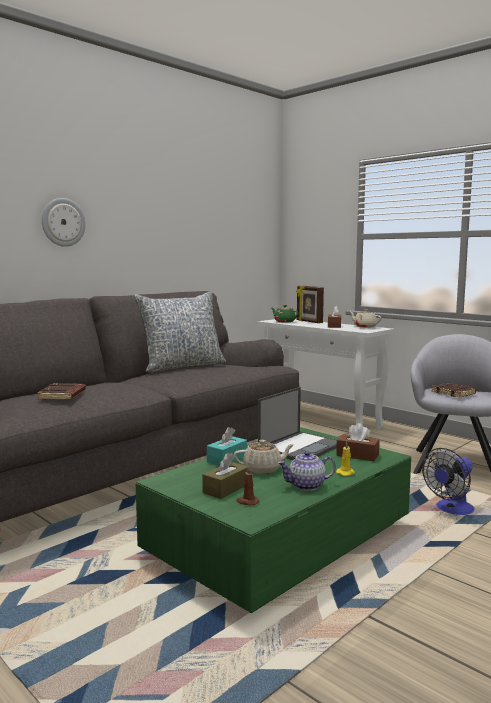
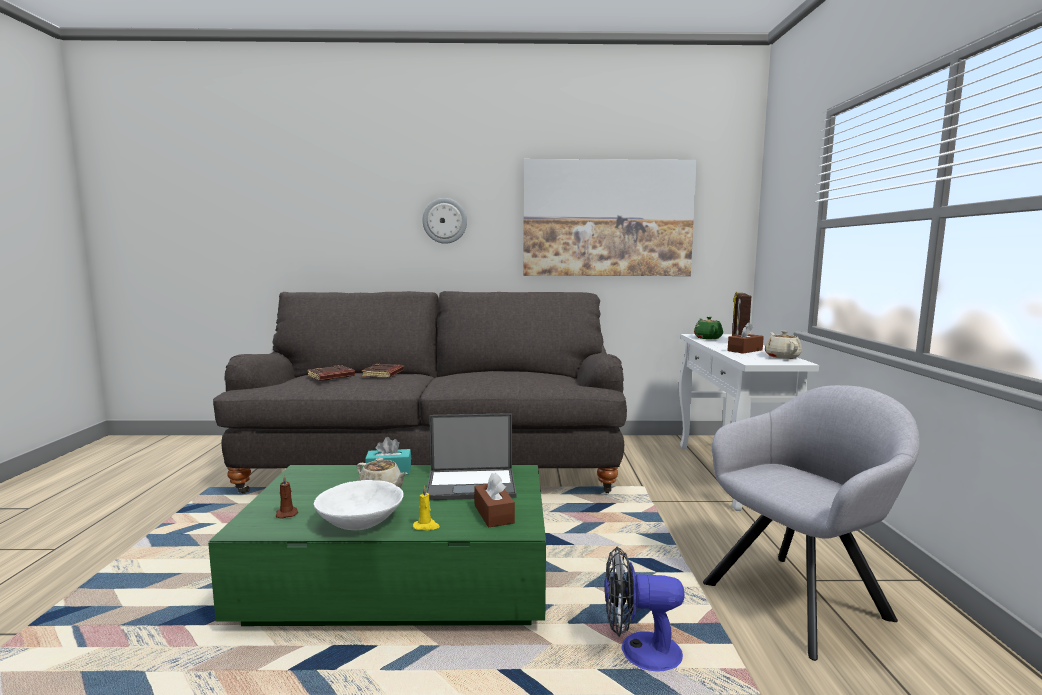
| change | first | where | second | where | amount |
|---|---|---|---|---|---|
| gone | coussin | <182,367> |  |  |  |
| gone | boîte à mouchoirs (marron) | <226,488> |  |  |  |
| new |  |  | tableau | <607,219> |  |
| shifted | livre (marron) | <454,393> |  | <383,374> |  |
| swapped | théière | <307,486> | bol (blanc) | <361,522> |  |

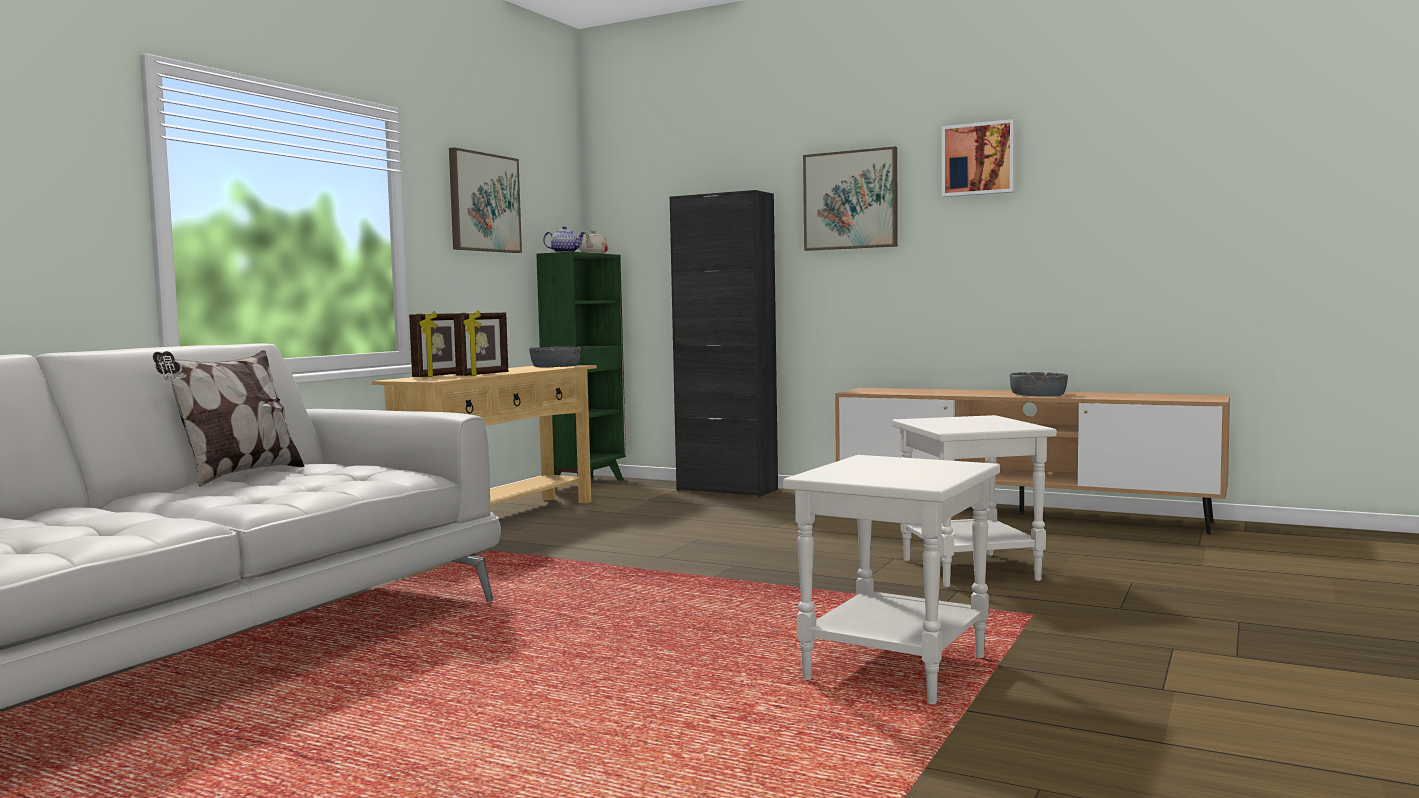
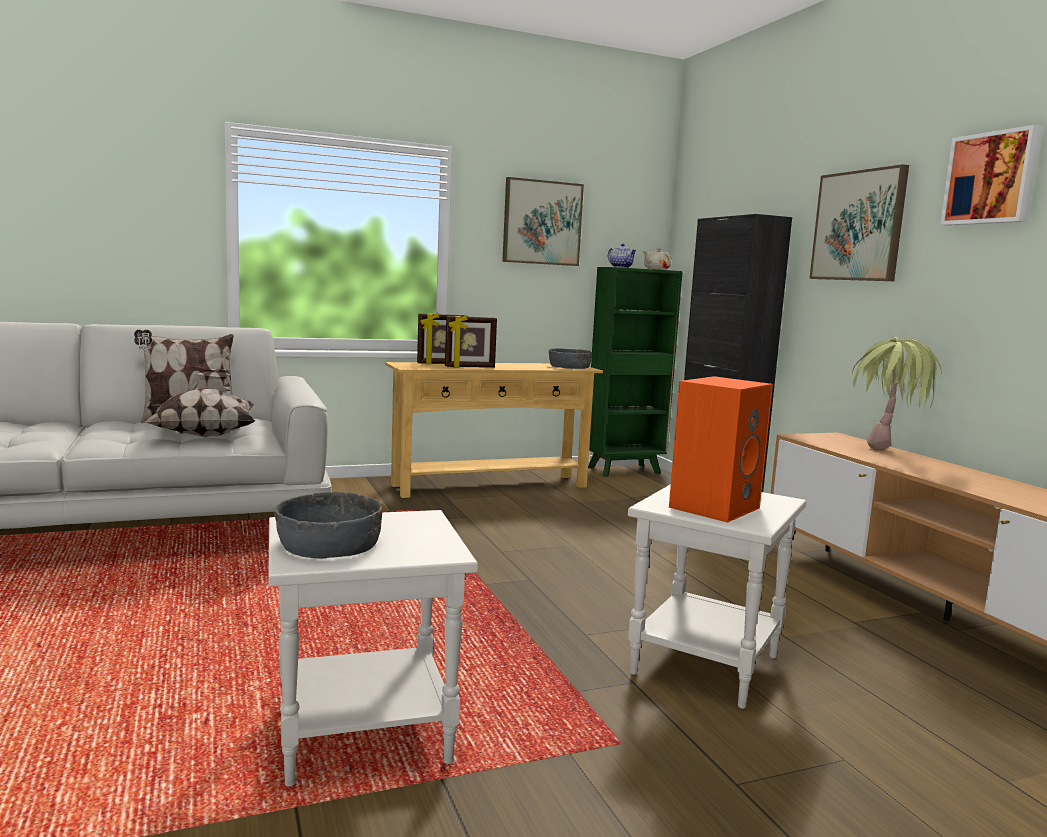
| change | first | where | second | where | amount |
|---|---|---|---|---|---|
| new |  |  | coussin | <202,435> |  |
| new |  |  | enceinte (orange) | <713,507> |  |
| new |  |  | plante en pot | <884,454> |  |
| shifted | bol (gris) | <1038,394> |  | <327,543> |  |

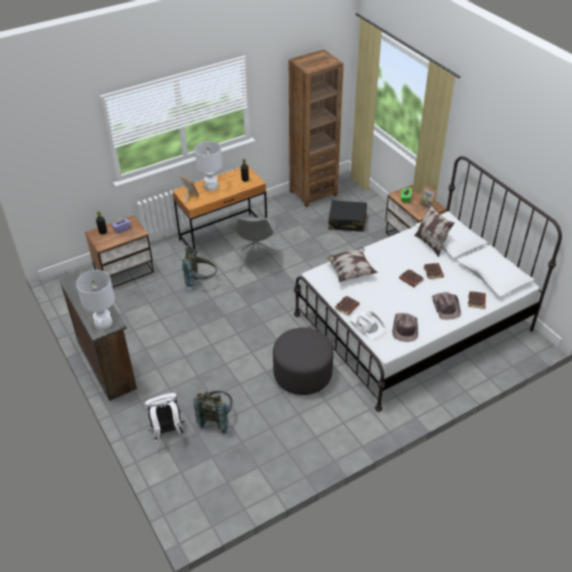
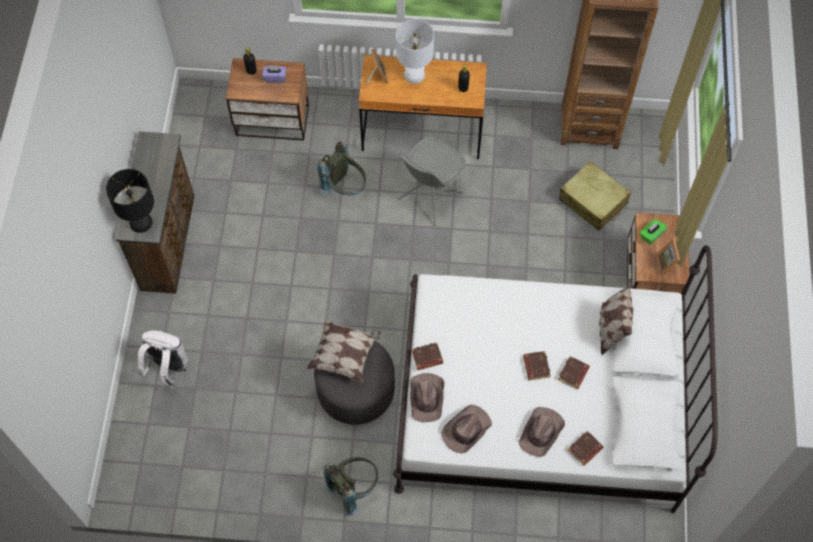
| change | first | where | second | where | amount |
|---|---|---|---|---|---|
| shifted | sac à dos (gris) | <217,418> |  | <354,487> |  |
| shifted | coussin | <350,271> |  | <344,355> |  |
| repainted | lampe de table (blanc) | <104,322> | lampe de table (noir) | <141,223> |  |
| repainted | valise (noir) | <347,222> | valise (beige) | <593,201> |  |
| repainted | chapeau (blanc) | <367,325> | chapeau (marron) | <427,397> |  |

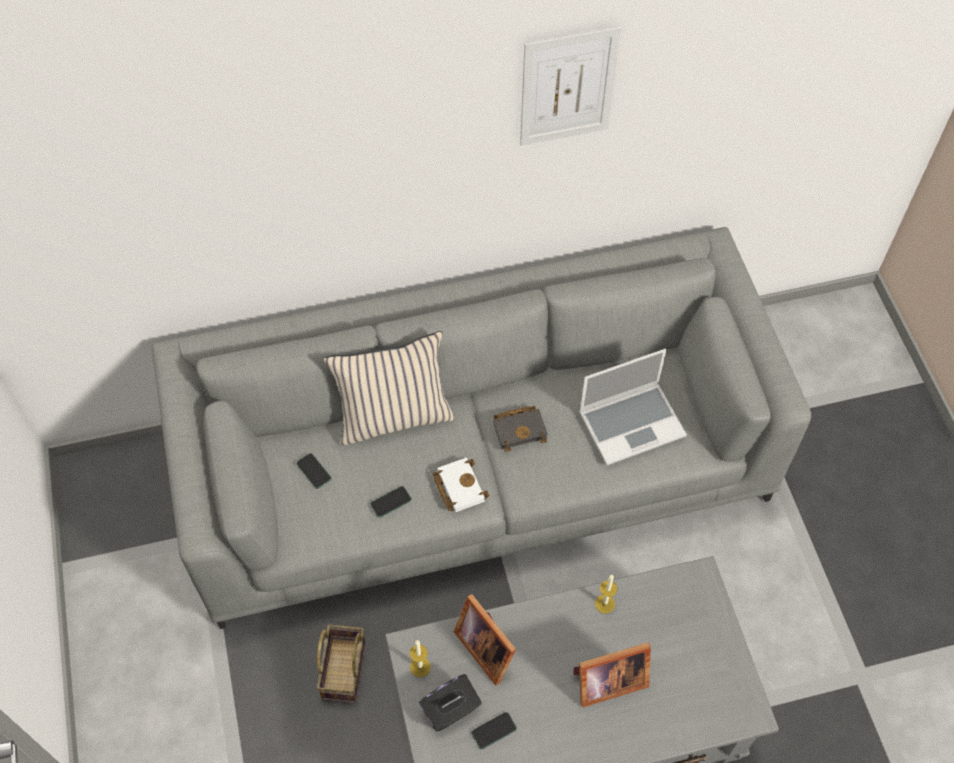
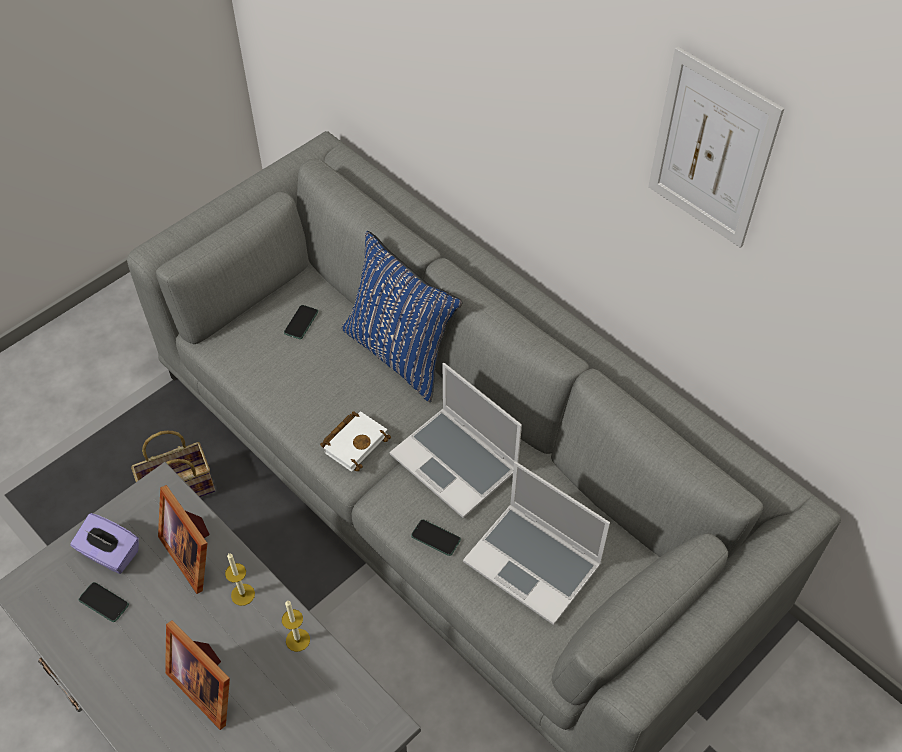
| change | first | where | second | where | amount |
|---|---|---|---|---|---|
| shifted | téléphone | <391,502> |  | <435,538> |  |
| shifted | bougie | <420,667> |  | <243,594> |  |
| swapped | livre (noir) | <520,429> | ordinateur portable | <456,463> |  |
| repainted | coussin (beige) | <393,416> | coussin (bleu) | <400,353> |  |
| repainted | boîte à mouchoirs (noir) | <451,709> | boîte à mouchoirs (violet) | <110,554> |  |
| rotated | cadre photo | <486,646> |  | <193,552> | 60 degrees counterclockwise |

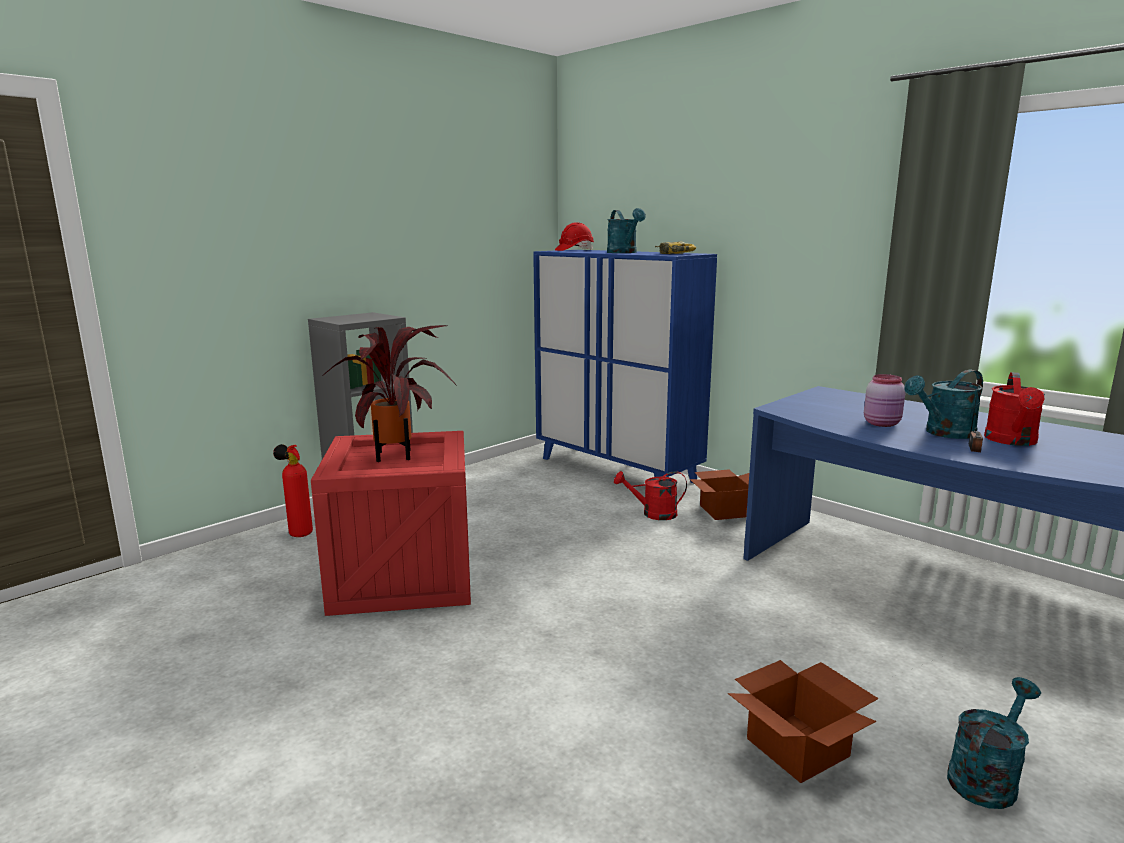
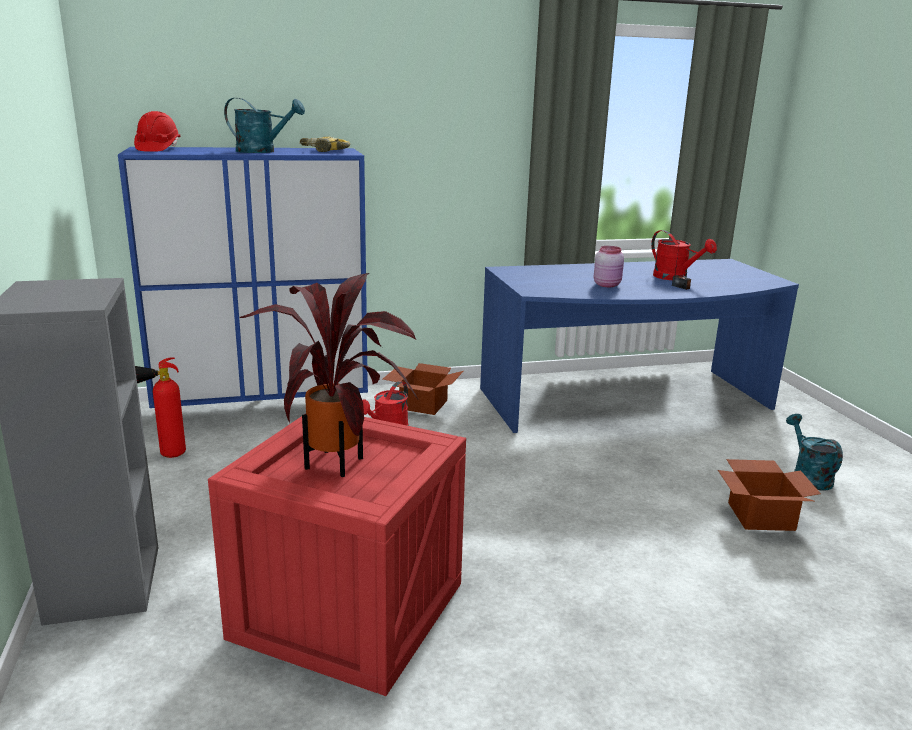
| change | first | where | second | where | amount |
|---|---|---|---|---|---|
| gone | arrosoir (turquoise) | <944,433> |  |  |  |
| shifted | extincteur | <298,533> |  | <167,455> |  |

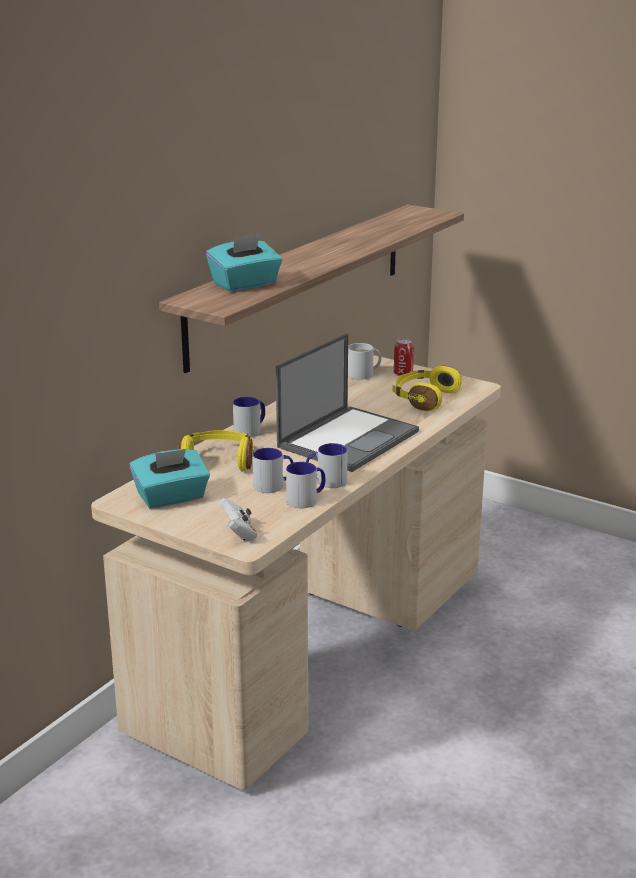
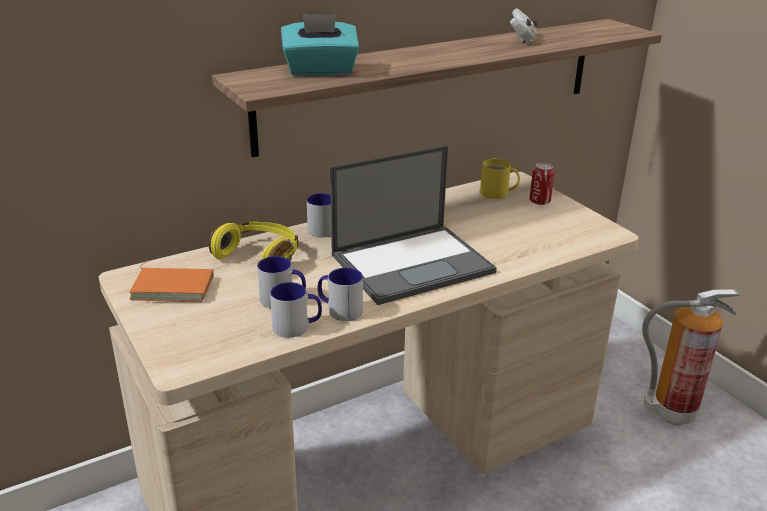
| change | first | where | second | where | amount |
|---|---|---|---|---|---|
| gone | casque audio (jaune) | <424,398> |  |  |  |
| new |  |  | extincteur | <671,413> |  |
| shifted | manette (blanc) | <239,534> |  | <522,39> |  |
| swapped | boîte à mouchoirs (turquoise) | <171,498> | livre (orange) | <174,287> |  |
| repainted | mug (blanc) | <363,374> | mug (jaune) | <496,193> |  |

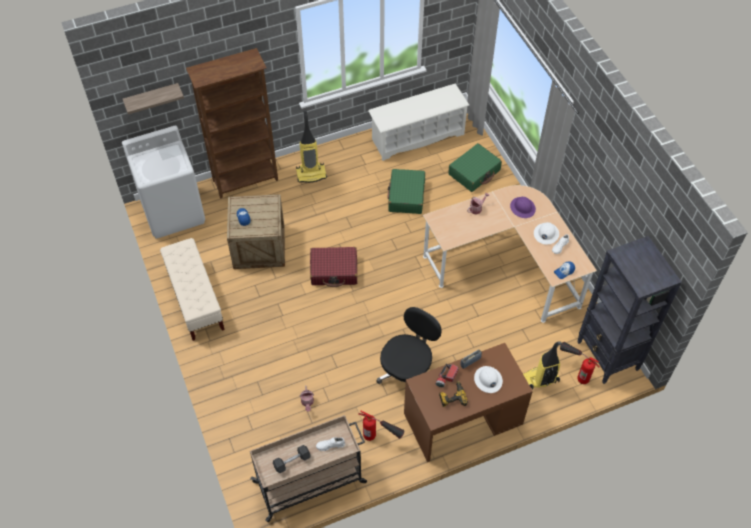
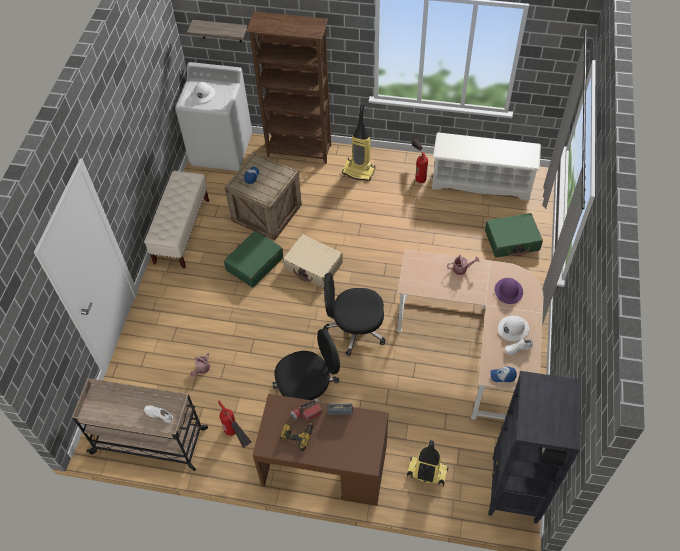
| change | first | where | second | where | amount |
|---|---|---|---|---|---|
| gone | haltère (gris) | <292,461> |  |  |  |
| new |  |  | chaise de bureau (noir) | <355,329> |  |
| shifted | valise (vert) | <406,196> |  | <254,264> |  |
| shifted | casque de chantier (blanc) | <488,380> |  | <203,94> |  |
| shifted | extincteur | <574,371> |  | <418,171> |  |
| repainted | valise (rouge) | <334,271> | valise (beige) | <313,266> |  |

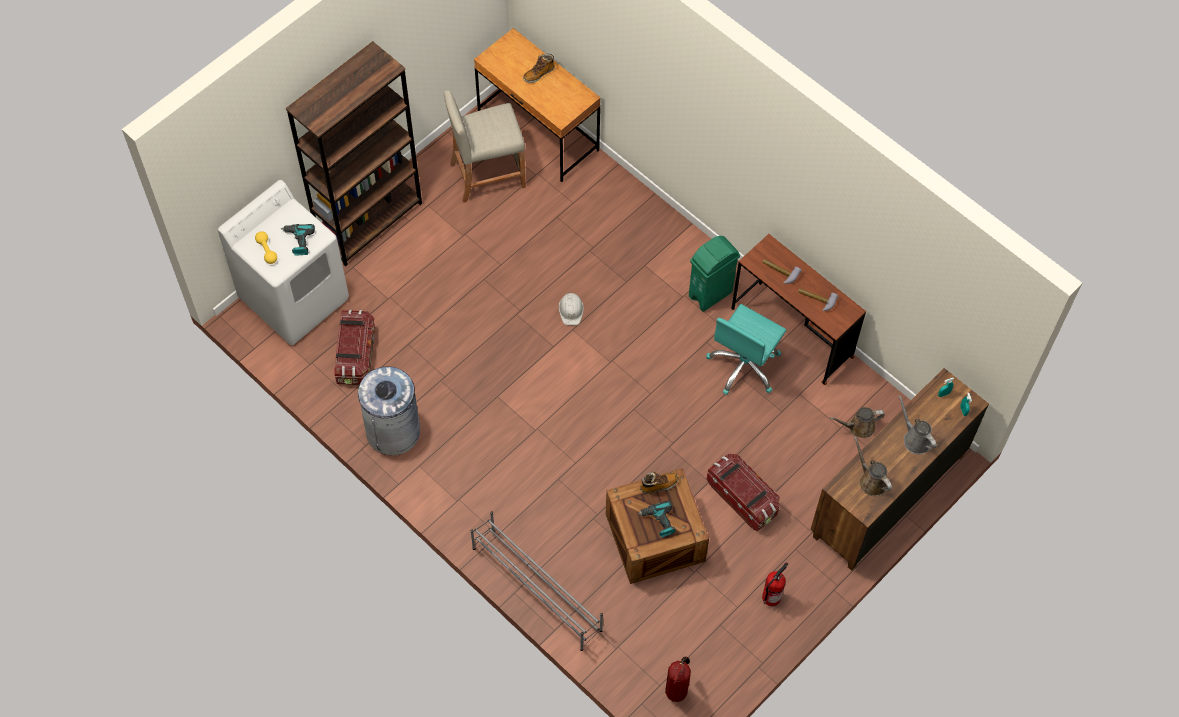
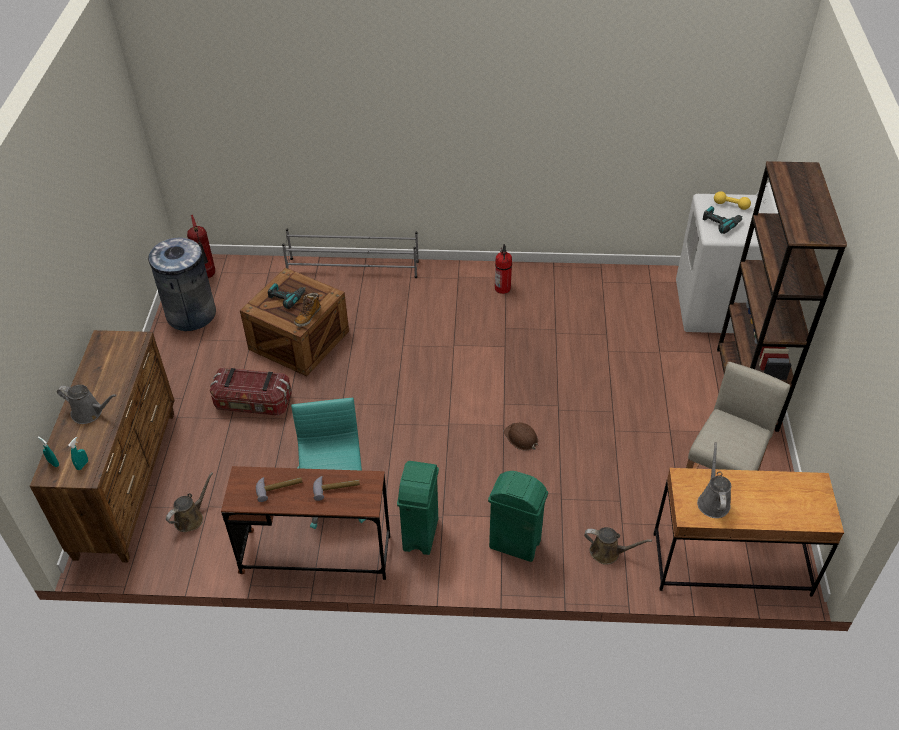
| change | first | where | second | where | amount |
|---|---|---|---|---|---|
| gone | boîte de rangement | <356,355> |  |  |  |
| gone | botte | <539,73> |  |  |  |
| new |  |  | poubelle (vert) | <515,545> |  |
| new |  |  | arrosoir (gris) | <713,501> |  |
| shifted | poubelle (gris) | <393,431> |  | <191,314> |  |
| shifted | extincteur | <771,596> |  | <503,288> |  |
| shifted | arrosoir (marron) | <871,480> |  | <608,552> |  |
| repainted | casque de chantier (blanc) | <571,310> | casque de chantier (marron) | <521,438> |  |

